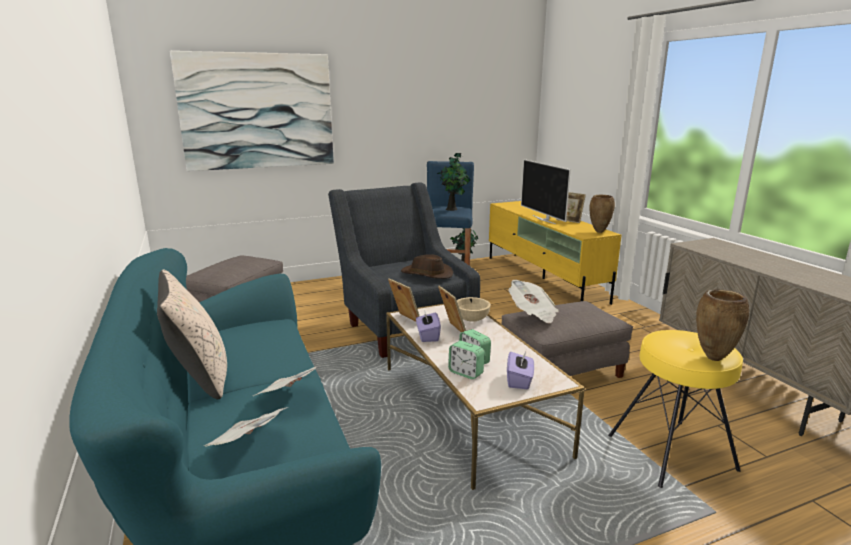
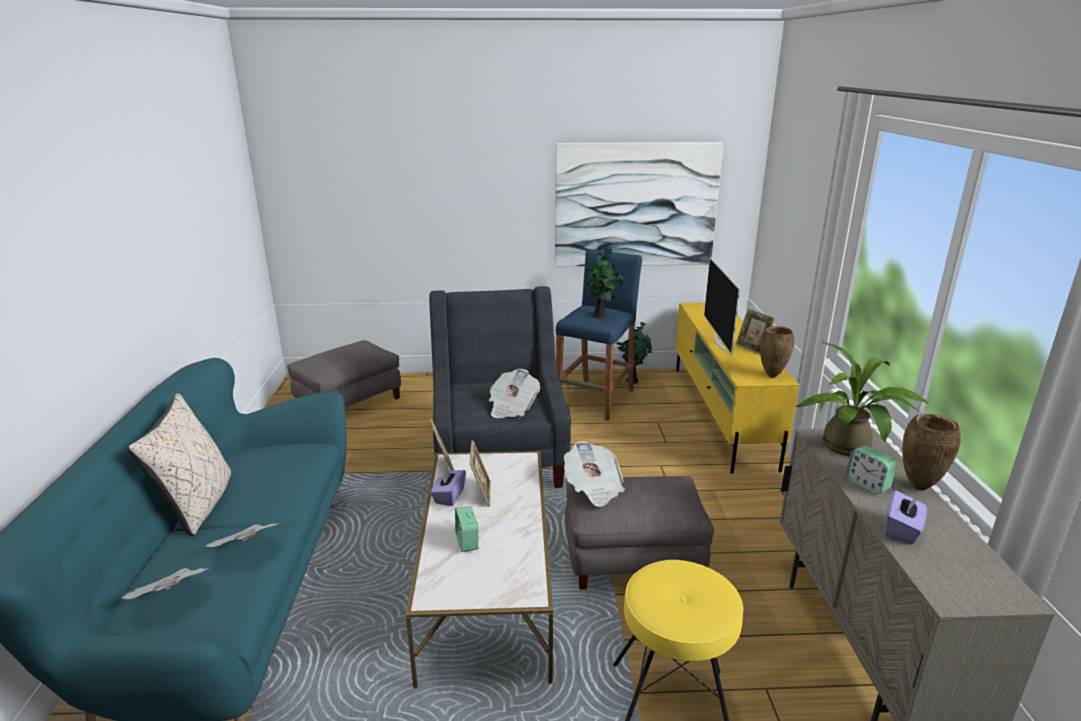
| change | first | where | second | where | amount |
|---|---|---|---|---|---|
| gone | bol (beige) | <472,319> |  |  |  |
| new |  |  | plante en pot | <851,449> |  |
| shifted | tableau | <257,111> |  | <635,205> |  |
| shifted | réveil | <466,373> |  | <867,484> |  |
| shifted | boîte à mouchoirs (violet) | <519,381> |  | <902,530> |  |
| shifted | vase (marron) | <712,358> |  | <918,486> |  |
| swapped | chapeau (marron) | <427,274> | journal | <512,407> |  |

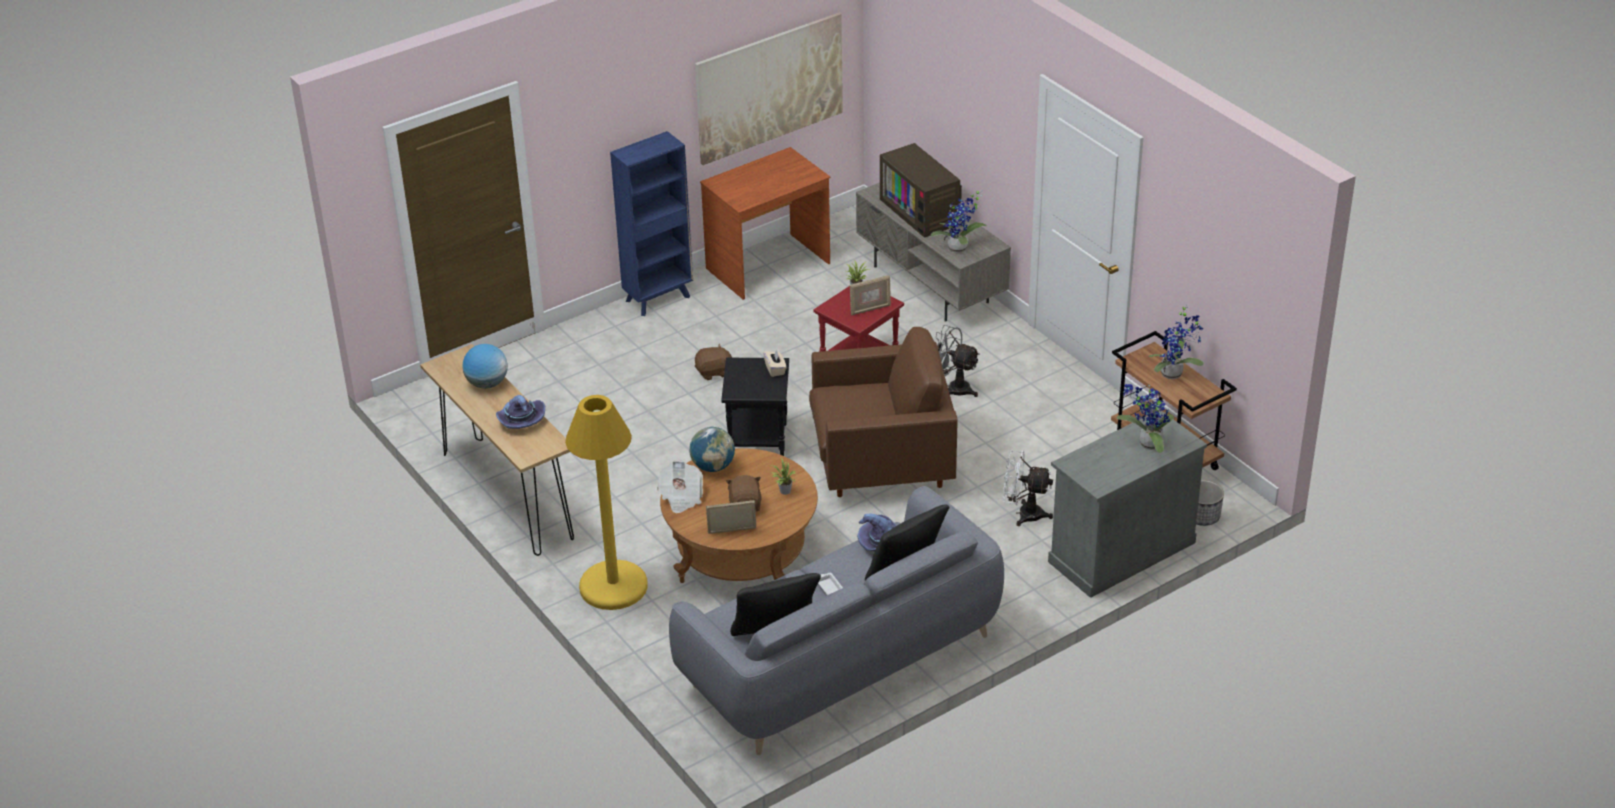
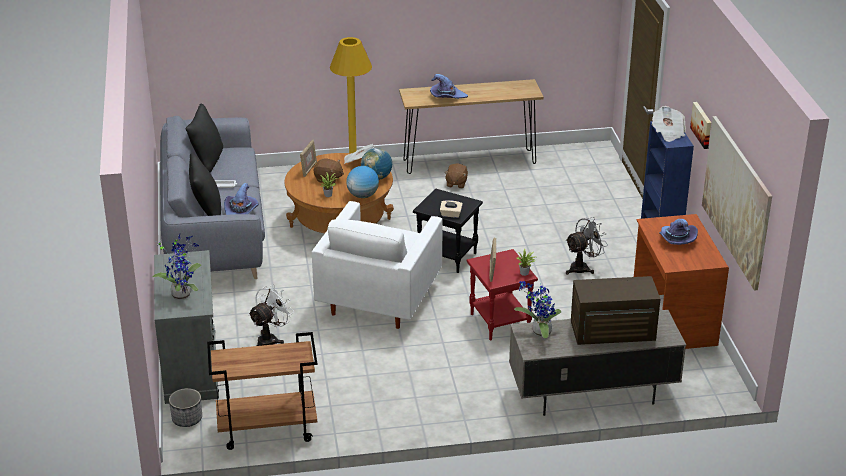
| change | first | where | second | where | amount |
|---|---|---|---|---|---|
| gone | plante en pot | <1174,374> |  |  |  |
| new |  |  | journal | <668,133> |  |
| new |  |  | chapeau (violet) | <676,240> |  |
| new |  |  | tableau | <702,125> |  |
| shifted | globe | <487,383> |  | <363,196> |  |
| shifted | peluche (marron) | <714,372> |  | <456,183> |  |
| shifted | ventilateur (gris) | <953,388> |  | <583,267> |  |
| repainted | fauteuil (marron) | <881,464> | fauteuil (blanc) | <379,298> |  |

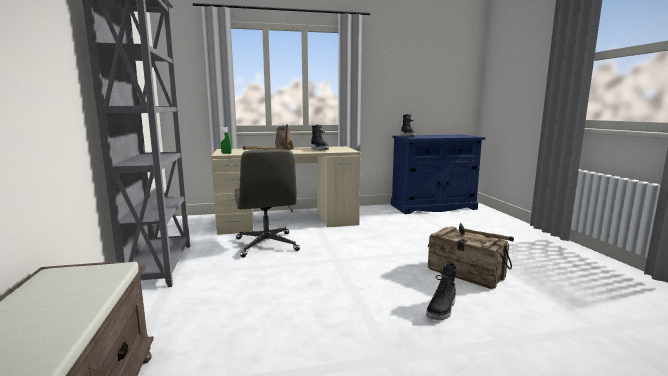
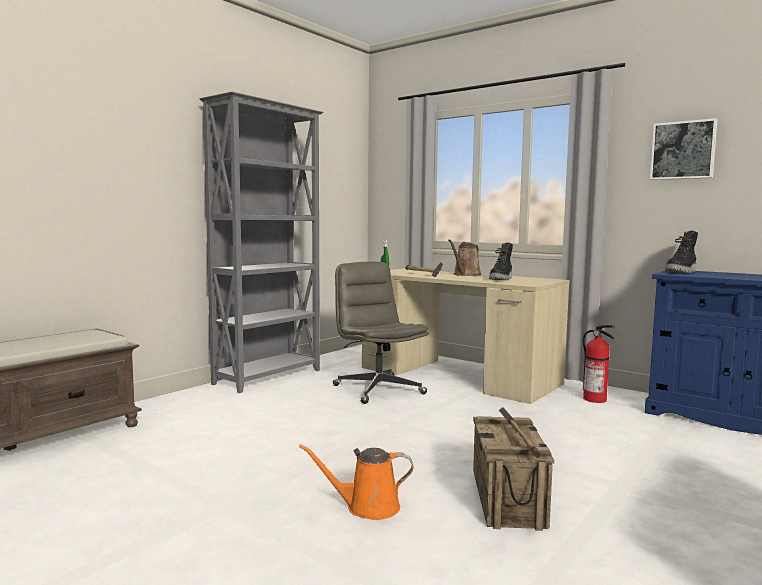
| change | first | where | second | where | amount |
|---|---|---|---|---|---|
| new |  |  | extincteur | <595,399> |  |
| new |  |  | tableau | <683,150> |  |
| swapped | botte (noir) | <442,310> | arrosoir (orange) | <367,507> |  |
| rotated | chaise de bureau (gris) | <267,245> |  | <377,389> | 120 degrees clockwise |

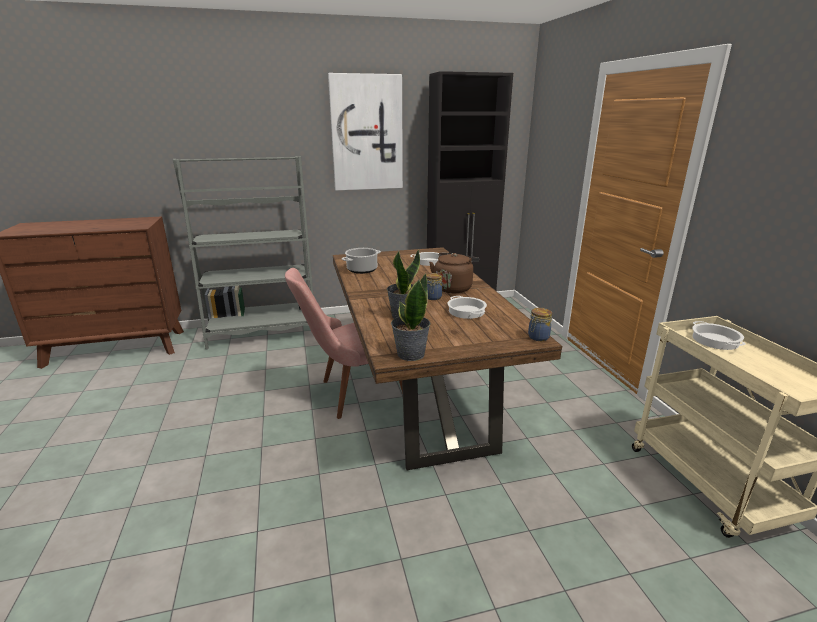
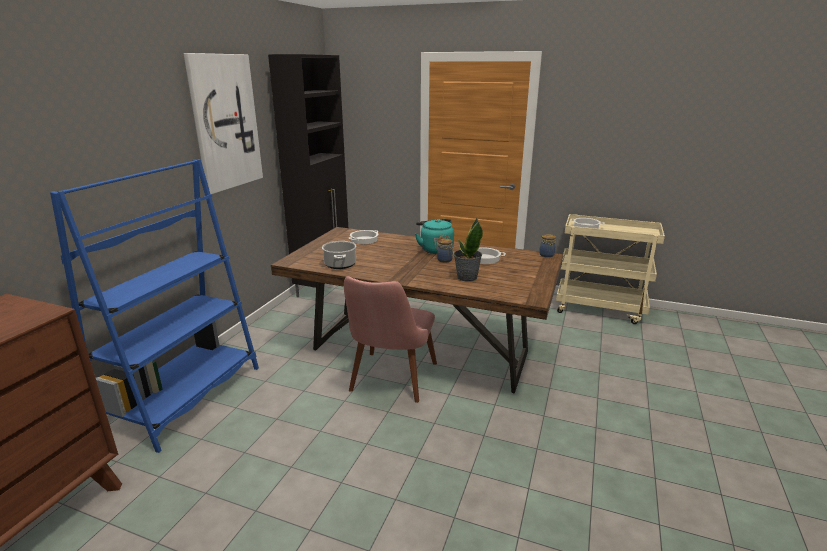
| change | first | where | second | where | amount |
|---|---|---|---|---|---|
| gone | plante en pot | <410,354> |  |  |  |
| repainted | bibliothèque (gris) | <262,332> | bibliothèque (bleu) | <186,399> |  |
| repainted | bouilloire (marron) | <453,288> | bouilloire (turquoise) | <435,249> |  |

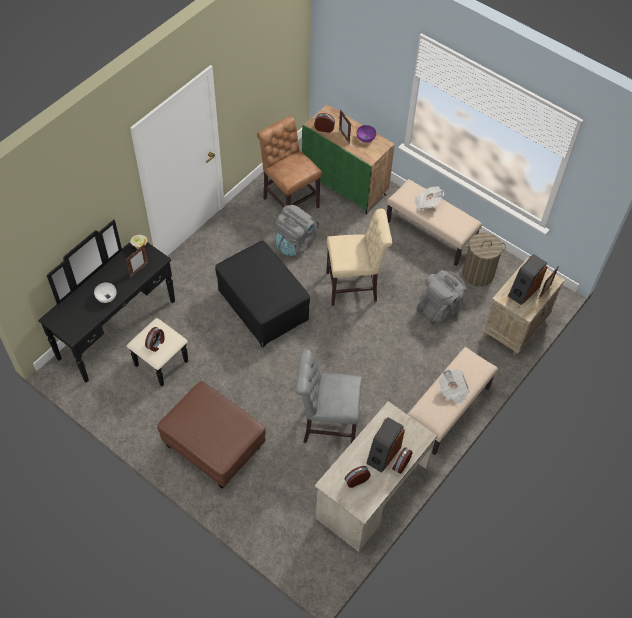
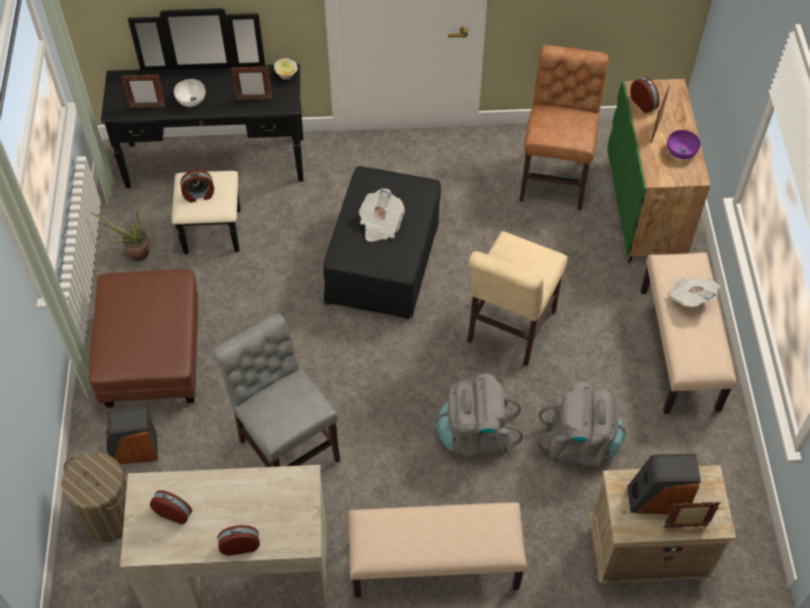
| change | first | where | second | where | amount |
|---|---|---|---|---|---|
| new |  |  | plante en pot | <134,253> |  |
| new |  |  | cadre photo | <147,107> |  |
| shifted | sac à dos (gris) | <295,243> |  | <476,435> |  |
| shifted | enceinte | <383,454> |  | <133,450> |  |
| shifted | journal | <453,391> |  | <380,224> |  |
| shifted | panier à linge | <478,274> |  | <109,516> |  |
| rotated | chaise (beige) | <354,287> |  | <509,330> | 75 degrees clockwise |

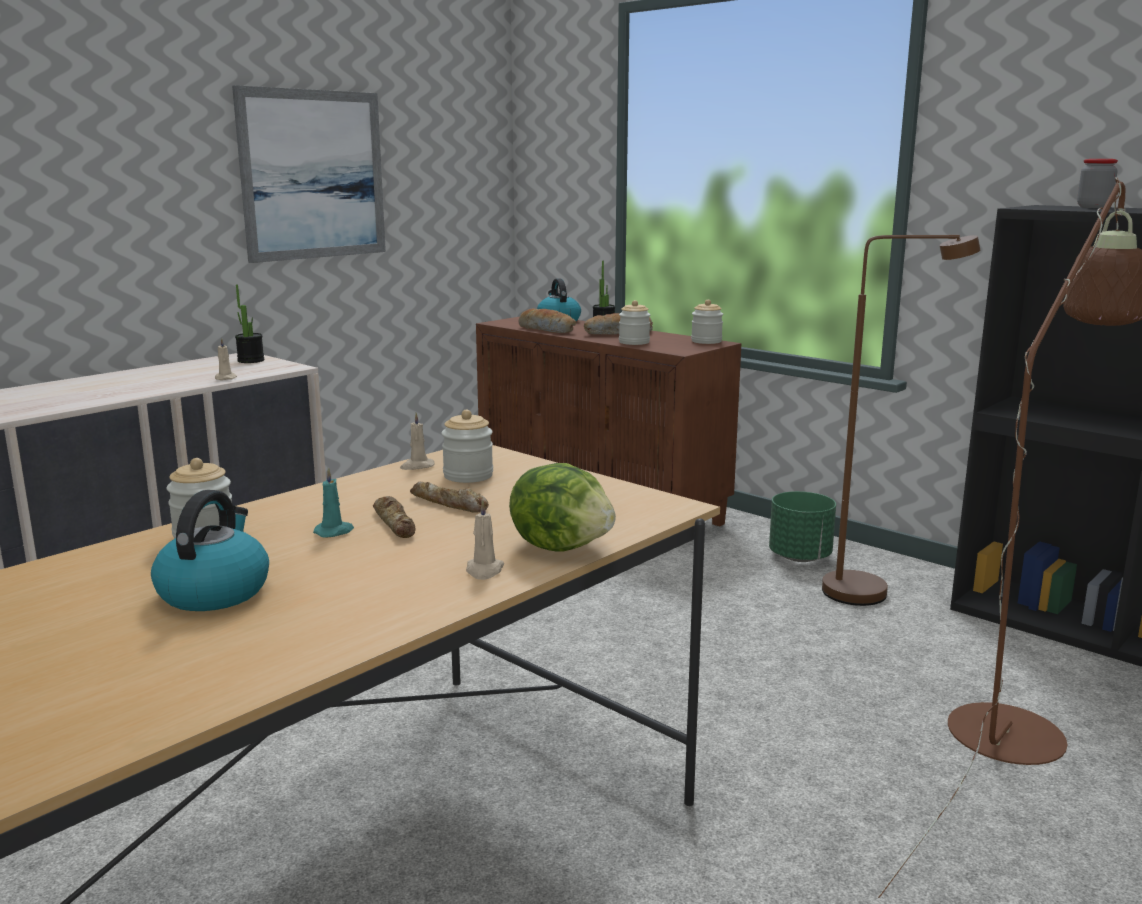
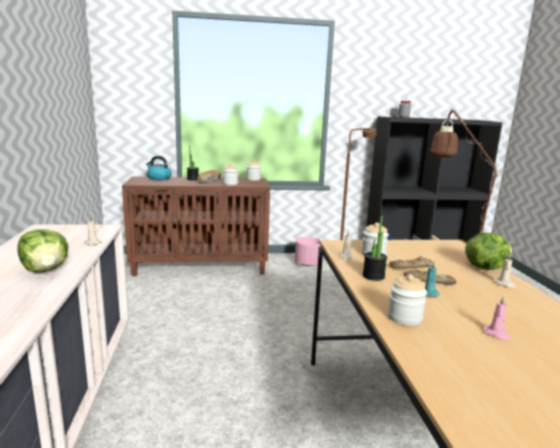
| change | first | where | second | where | amount |
|---|---|---|---|---|---|
| gone | tableau | <313,175> |  |  |  |
| gone | pain | <548,330> |  |  |  |
| new |  |  | laitue | <46,270> |  |
| shifted | plante en pot | <251,360> |  | <373,276> |  |
| swapped | bouilloire | <214,591> | bougie (rose) | <496,334> |  |
| repainted | cache-pot (vert) | <800,557> | cache-pot (rose) | <307,264> |  |

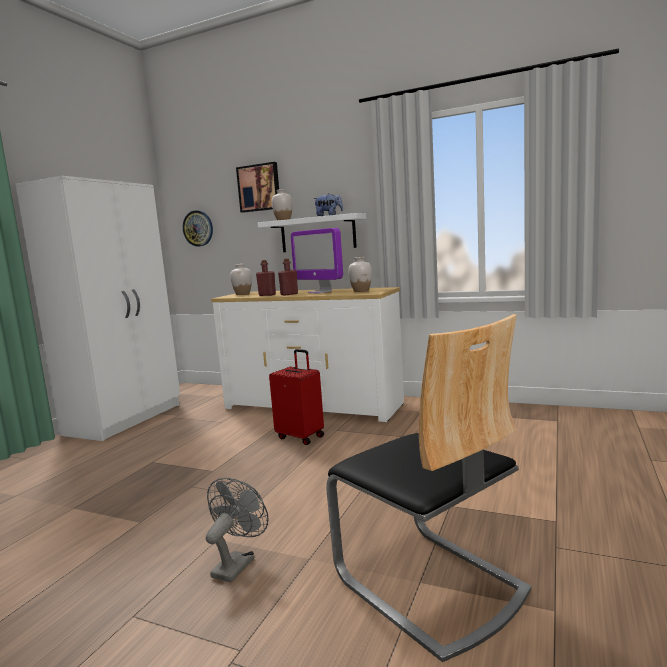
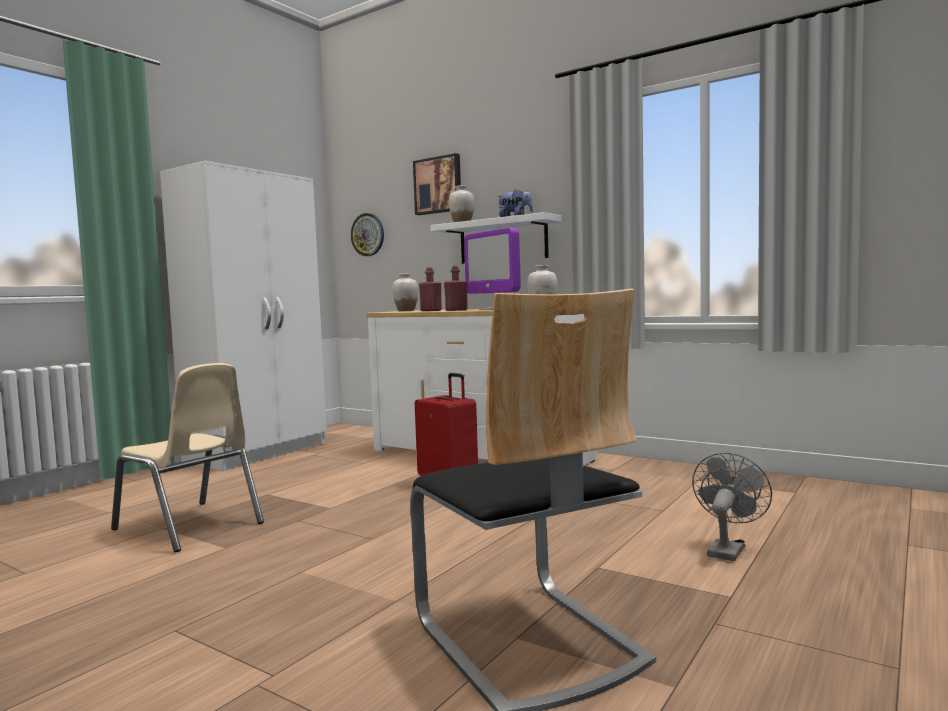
| change | first | where | second | where | amount |
|---|---|---|---|---|---|
| new |  |  | chaise (beige) | <189,526> |  |
| shifted | ventilateur (gris) | <237,563> |  | <727,549> |  |

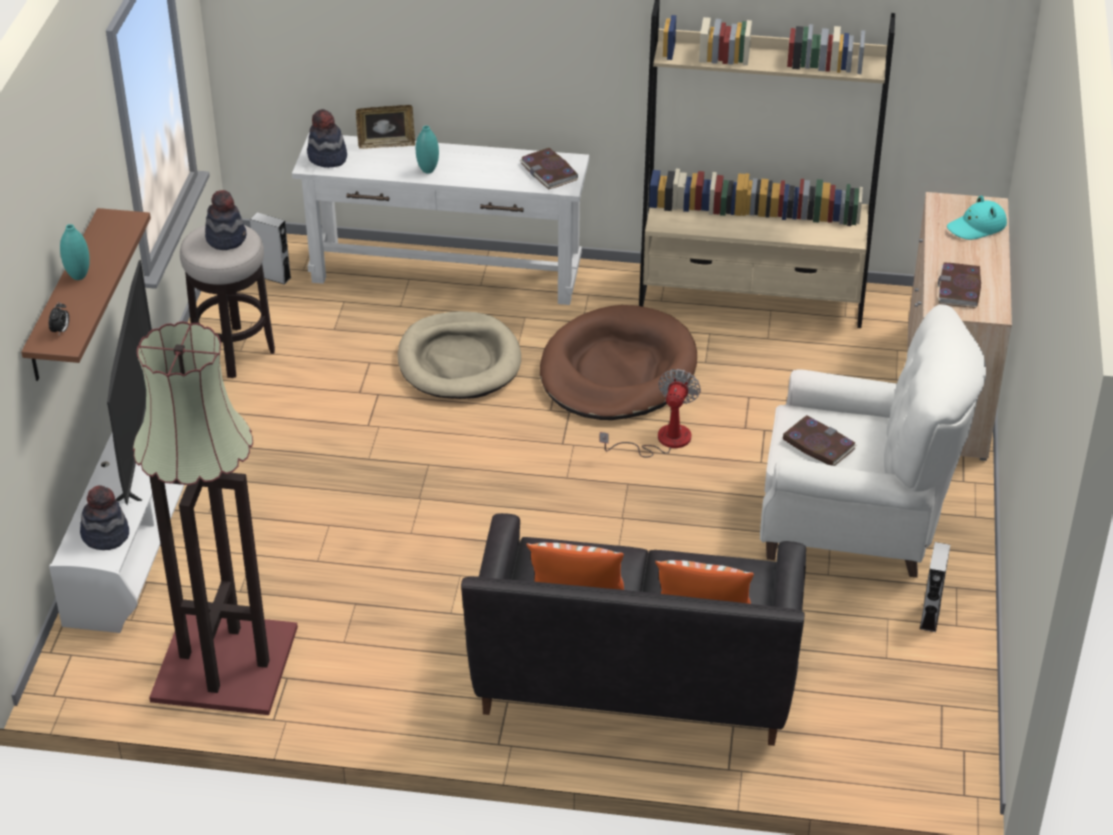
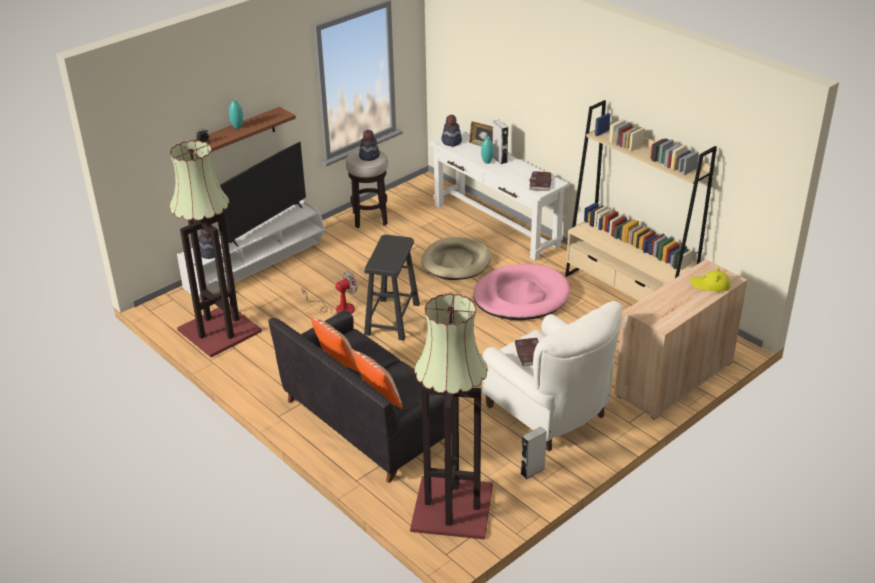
| change | first | where | second | where | amount |
|---|---|---|---|---|---|
| gone | livre | <959,288> |  |  |  |
| new |  |  | tabouret (noir) | <392,319> |  |
| new |  |  | lampadaire | <451,508> |  |
| shifted | enceinte (gris) | <273,276> |  | <499,159> |  |
| shifted | ventilateur | <662,440> |  | <338,308> |  |
| repainted | panier pour chien (marron) | <617,371> | panier pour chien (rose) | <521,297> |  |
| repainted | chapeau (turquoise) | <976,227> | chapeau (jaune) | <710,285> |  |

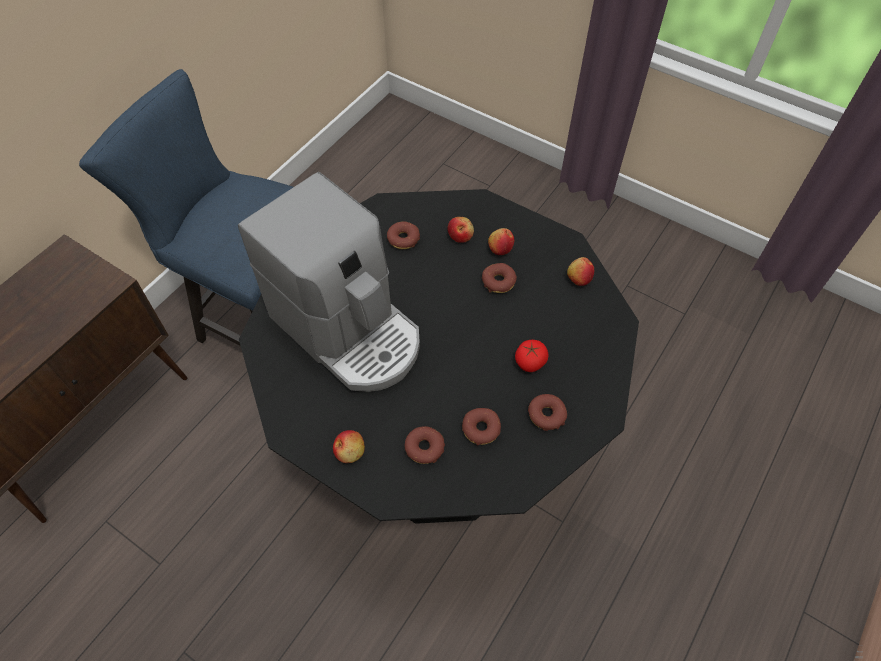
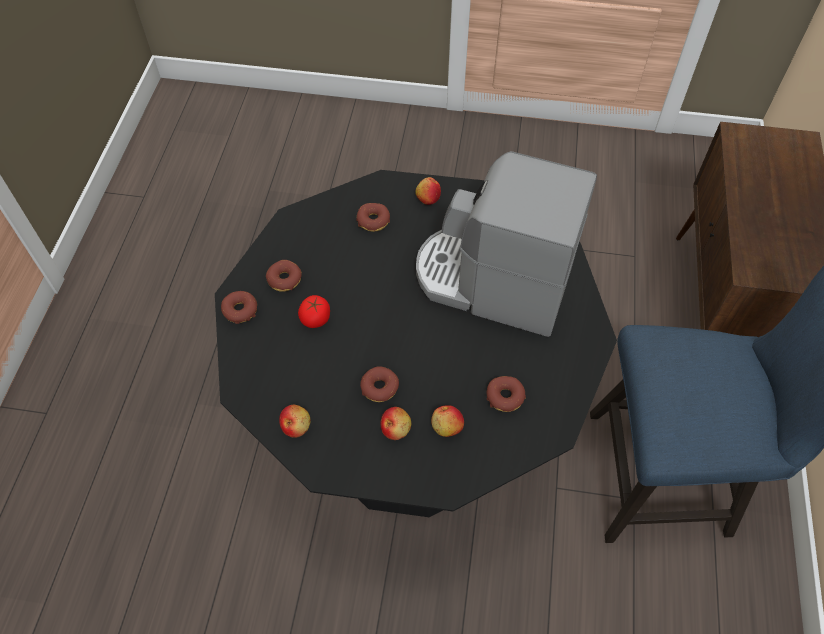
| change | first | where | second | where | amount |
|---|---|---|---|---|---|
| shifted | beignet | <481,429> |  | <240,310> |  |

